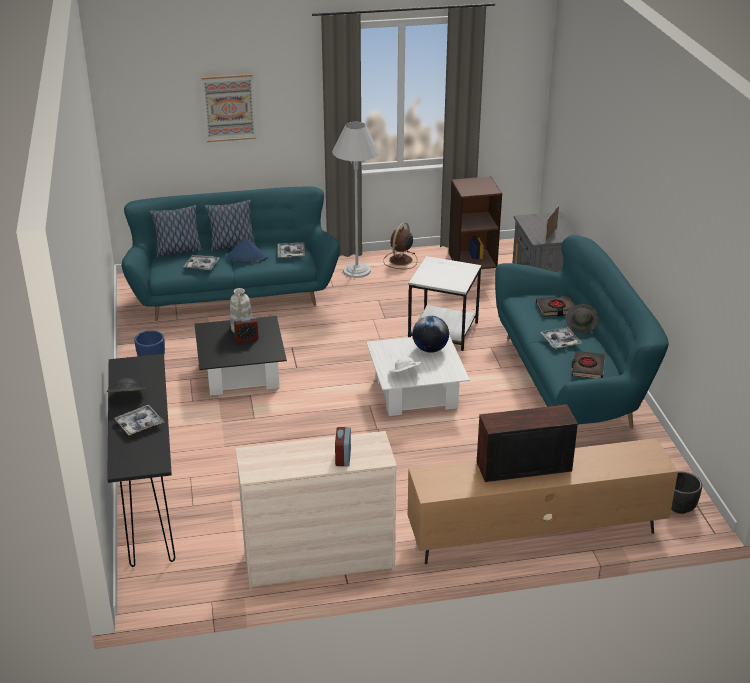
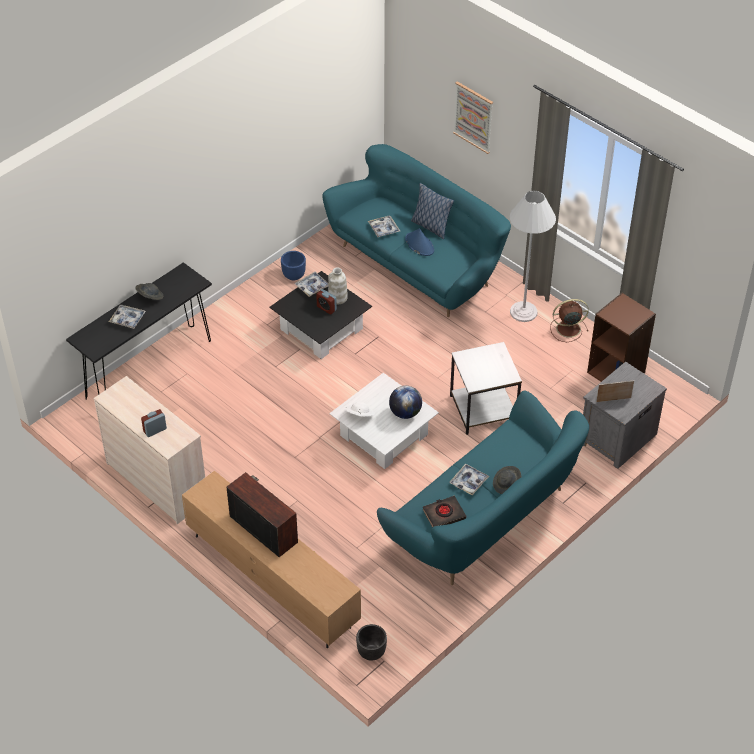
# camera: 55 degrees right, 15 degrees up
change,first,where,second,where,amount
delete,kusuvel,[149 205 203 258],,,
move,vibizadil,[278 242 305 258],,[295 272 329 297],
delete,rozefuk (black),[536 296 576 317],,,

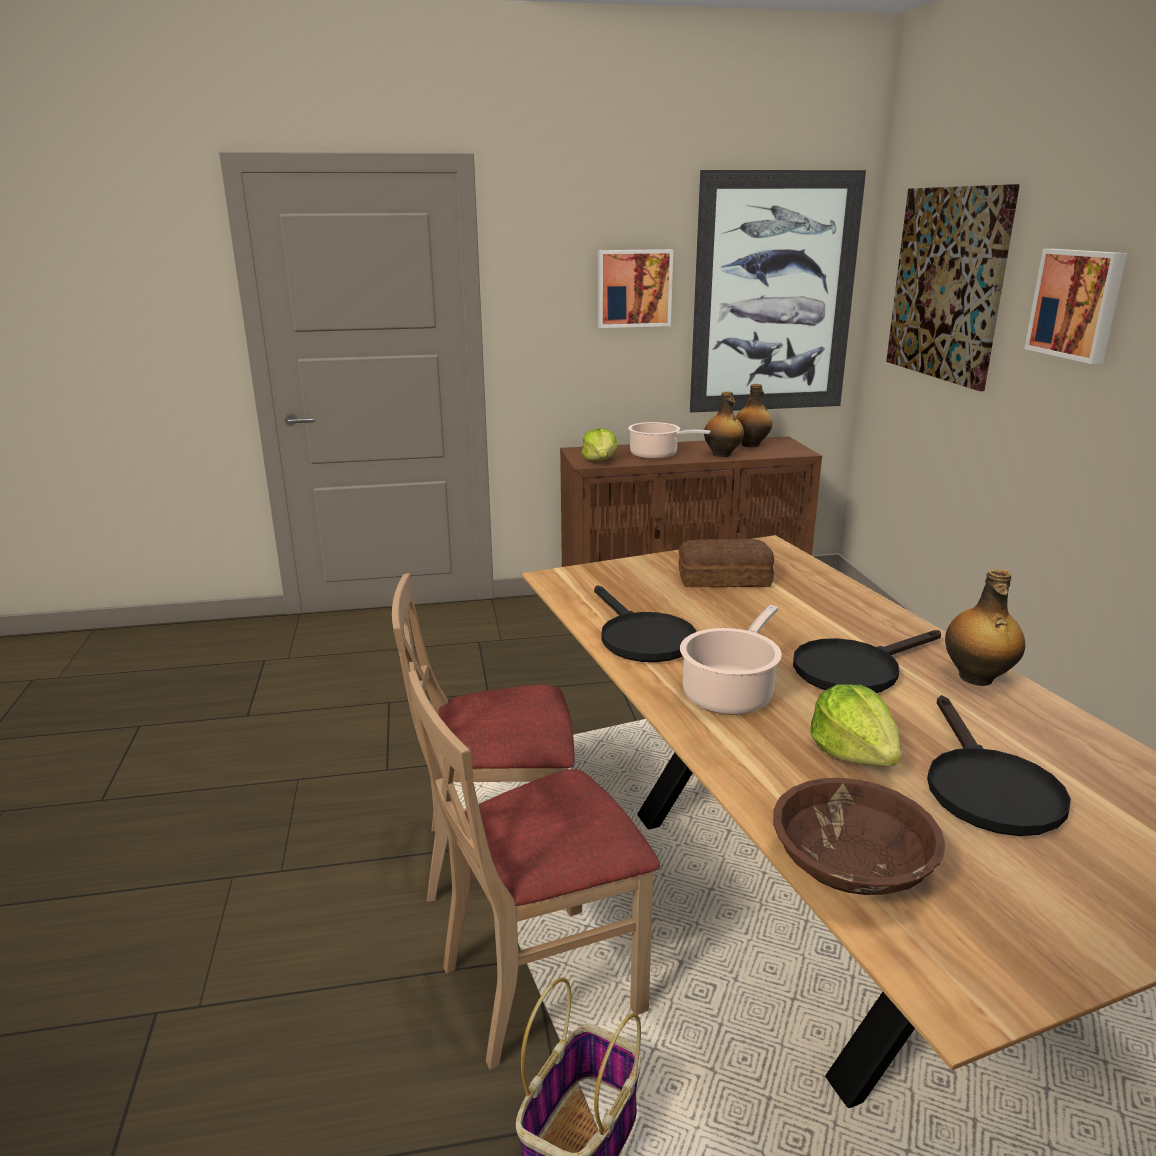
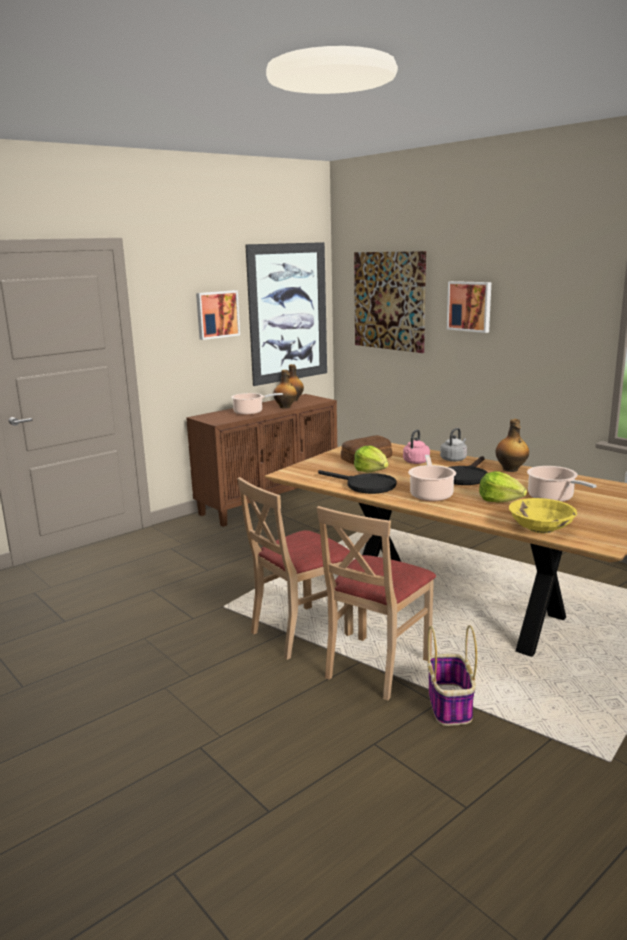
# camera: 30 degrees left, 5 degrees down
change,first,where,second,where,amount
move,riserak,[582 428 618 461],,[354 446 389 472],
replace,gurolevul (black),[927 695 1071 836],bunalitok,[527 466 597 502],
recolor,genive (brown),[773 778 945 895],genive (yellow),[509 498 577 533],
insert,,,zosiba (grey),[440 428 467 462],
insert,,,zosiba (pink),[403 429 430 464],

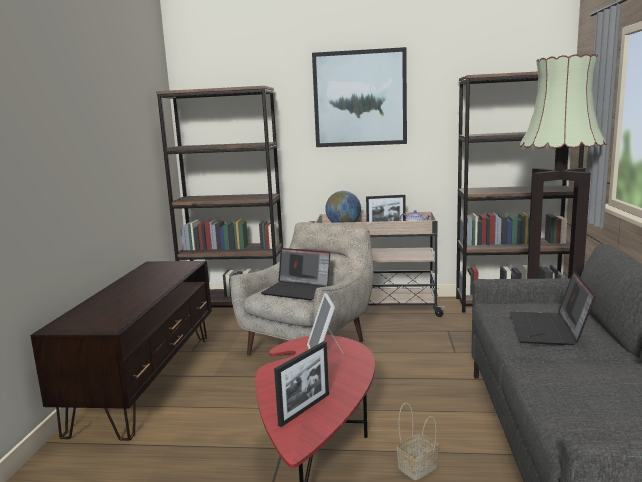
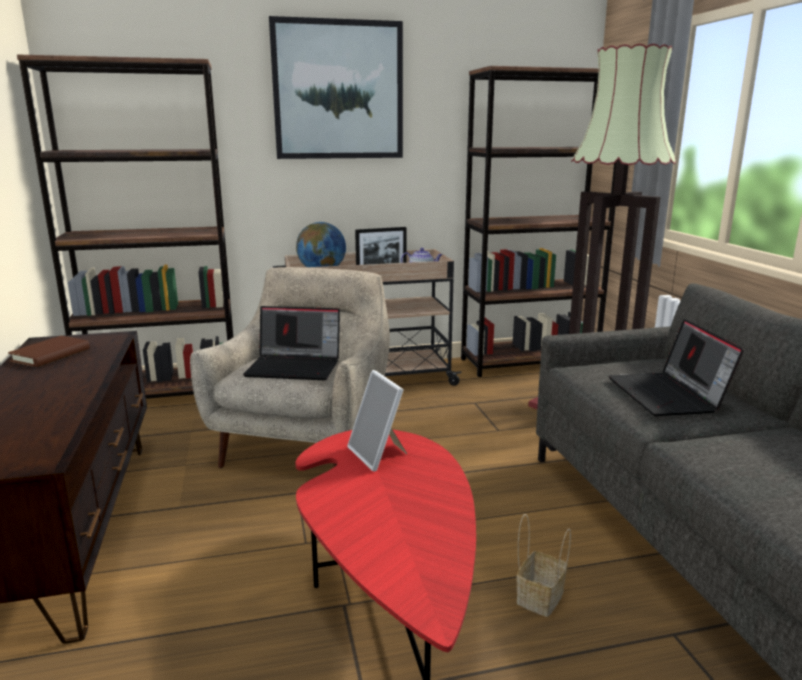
# camera: 20 degrees left, 5 degrees up
change,first,where,second,where,amount
delete,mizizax,[274 341 329 427],,,
insert,,,rozefuk (brown),[8 336 89 367],

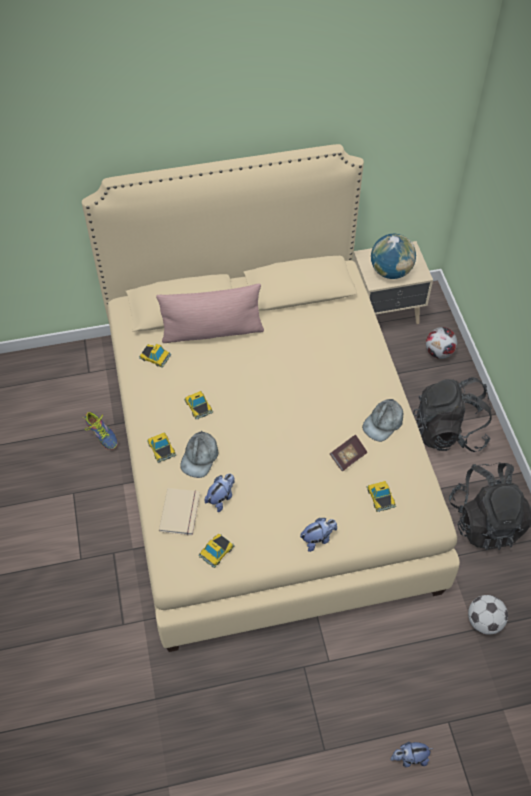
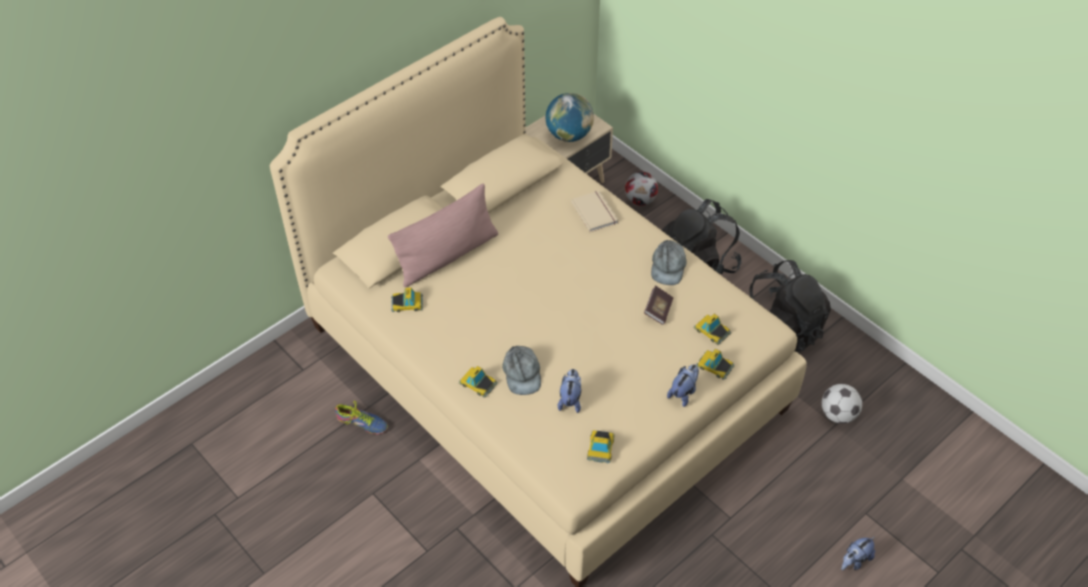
# camera: 30 degrees left, 5 degrees down
change,first,where,second,where,amount
move,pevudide,[184 391 213 419],,[696 349 734 380],
move,rozefuk (beige),[159 488 200 536],,[571 190 618 232],

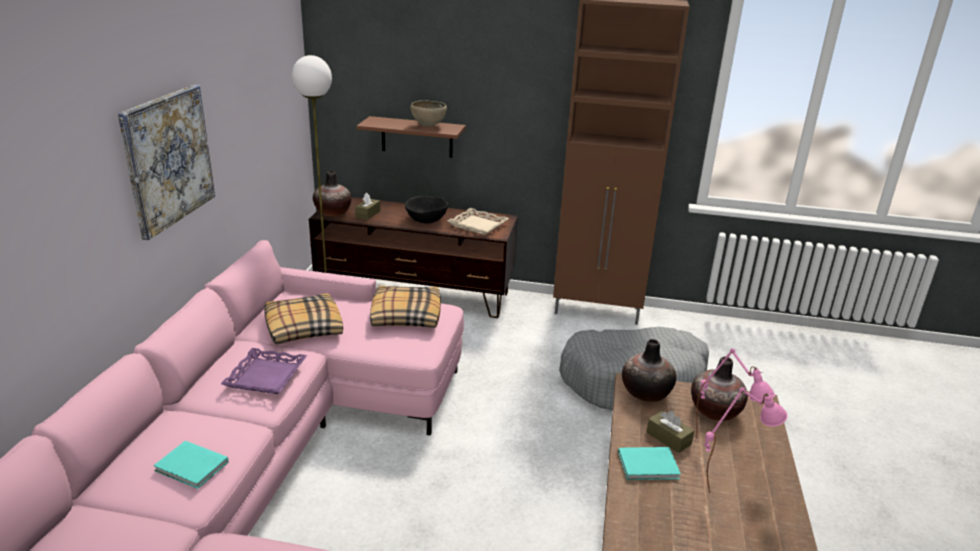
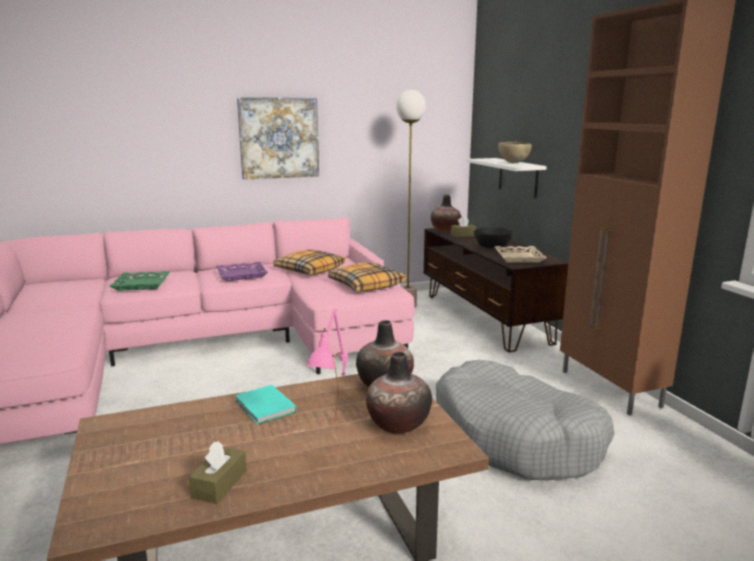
# camera: 60 degrees right, 10 degrees down
change,first,where,second,where,amount
recolor,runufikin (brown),[356 116 466 158],runufikin (white),[467 158 547 198],
delete,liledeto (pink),[704 387 788 491],,,
move,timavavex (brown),[646 411 694 453],,[189 441 247 504],
replace,rozefuk (turquoise),[153 441 229 489],vibizadil (green),[110 271 170 291],

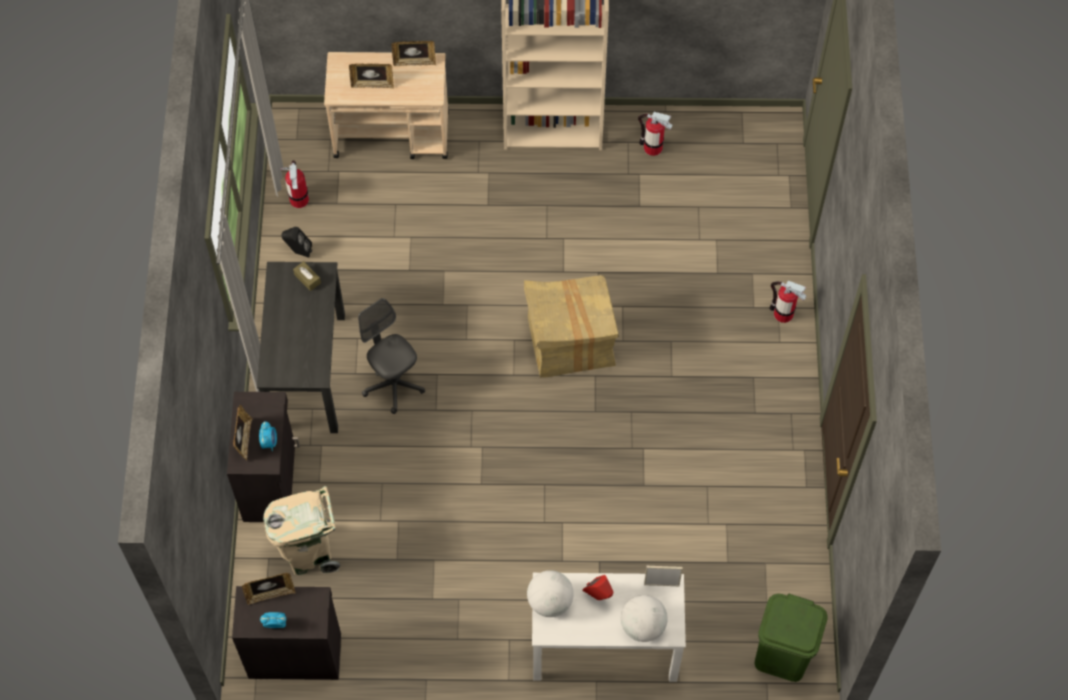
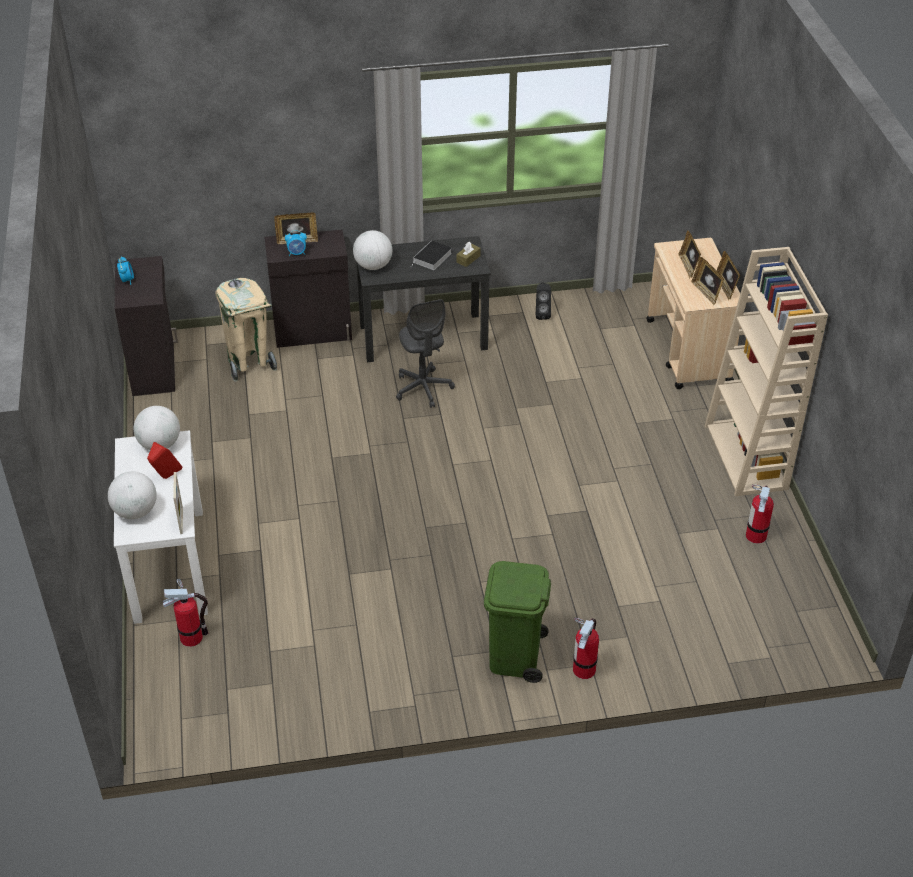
# camera: 80 degrees right, 20 degrees down
change,first,where,second,where,amount
move,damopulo,[280 160 309 208],,[163 579 209 647],
delete,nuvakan,[524 275 619 378],,,
rotate,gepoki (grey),[358 298 425 414],,[396 299 455 408],120 degrees clockwise
move,mizizax,[242 573 296 605],,[692 257 724 305],
move,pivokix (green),[755 594 828 682],,[484 561 551 683],
insert,,,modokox,[353 230 392 270],
insert,,,rozefuk,[411 240 452 270],

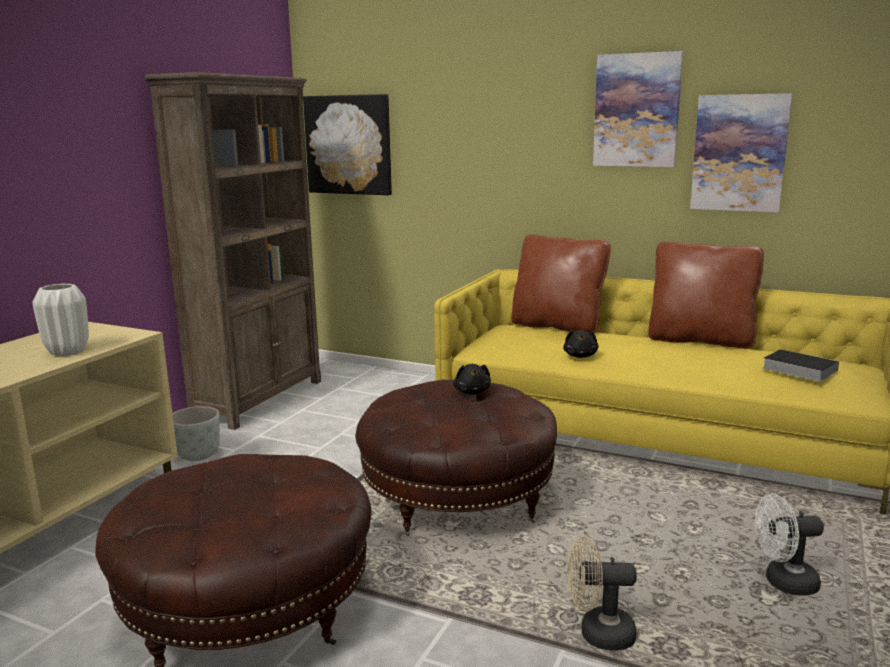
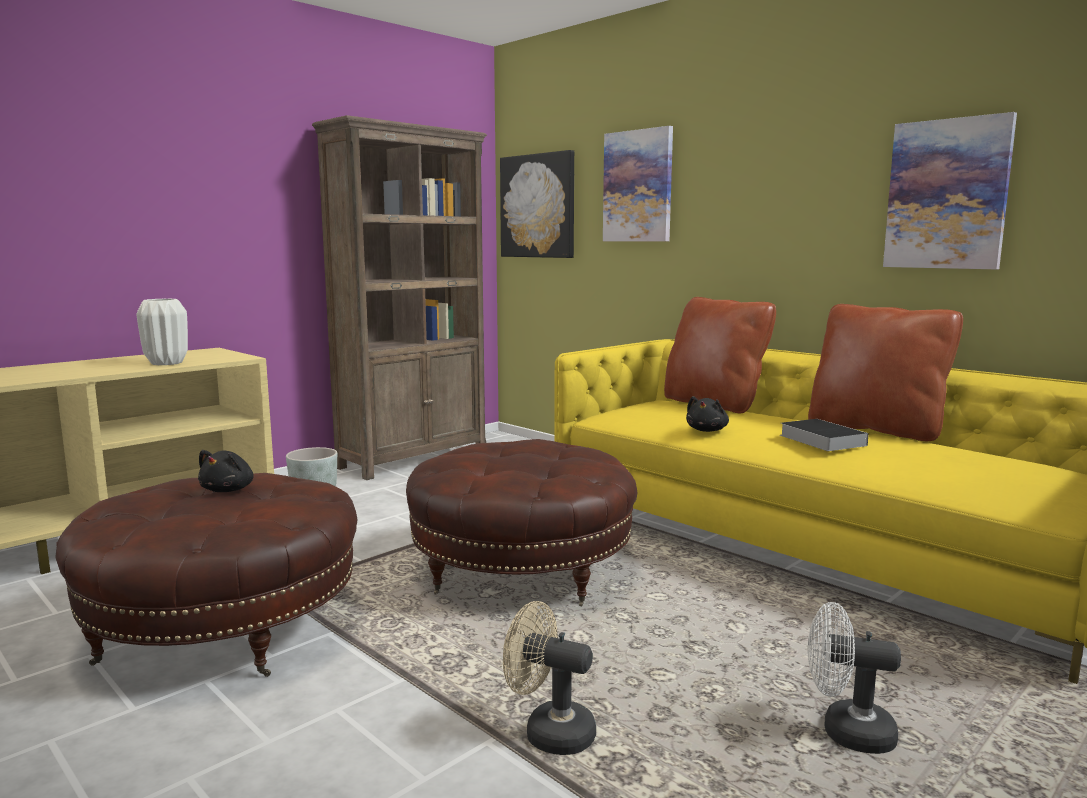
# camera: 20 degrees right, 5 degrees down
change,first,where,second,where,amount
move,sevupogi,[593 51 683 167],,[603 126 673 241],
move,rozefuk,[763 349 839 382],,[780 419 869 451],
move,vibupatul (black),[453 364 491 394],,[198 450 254 492],

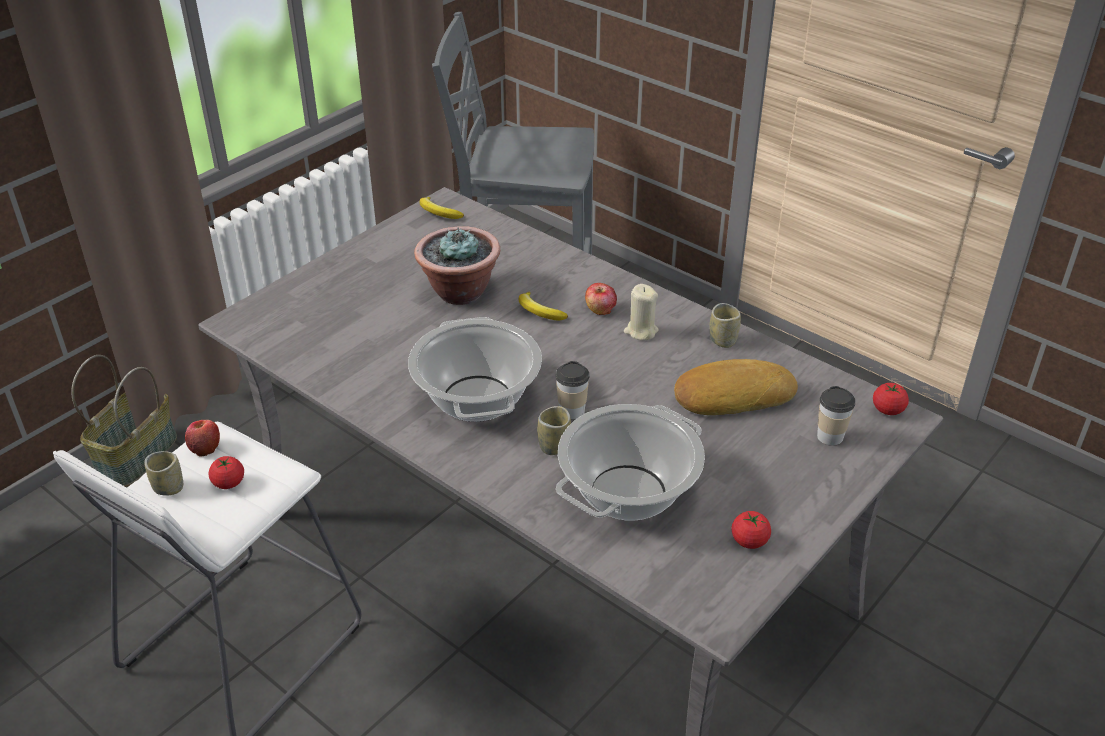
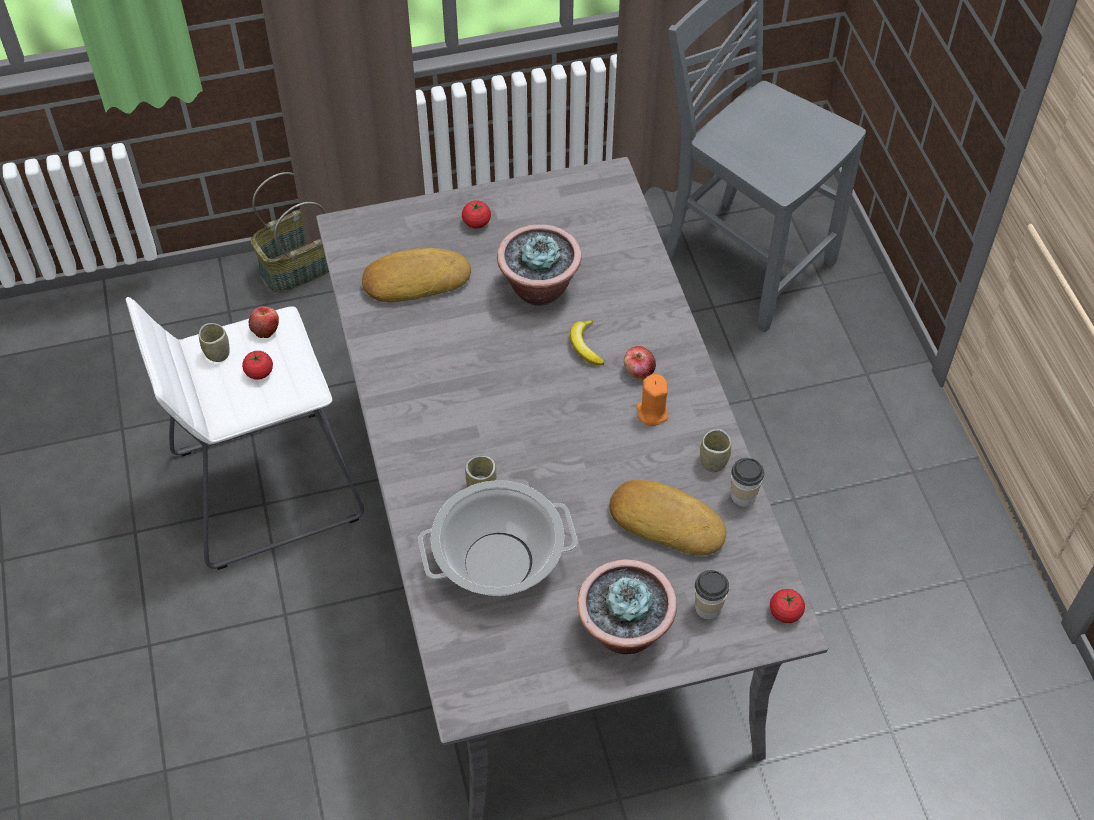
# camera: 35 degrees right, 15 degrees up
change,first,where,second,where,amount
delete,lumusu,[420 197 464 219],,,
recolor,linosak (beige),[624 284 658 340],linosak (orange),[636 374 668 426],
delete,bunalitok,[408 317 542 422],,,
move,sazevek,[556 361 589 419],,[731 458 764 507],
move,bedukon,[731 511 771 549],,[462 200 491 229],
insert,,,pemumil,[362 248 471 303],
insert,,,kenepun,[577 559 677 654],

